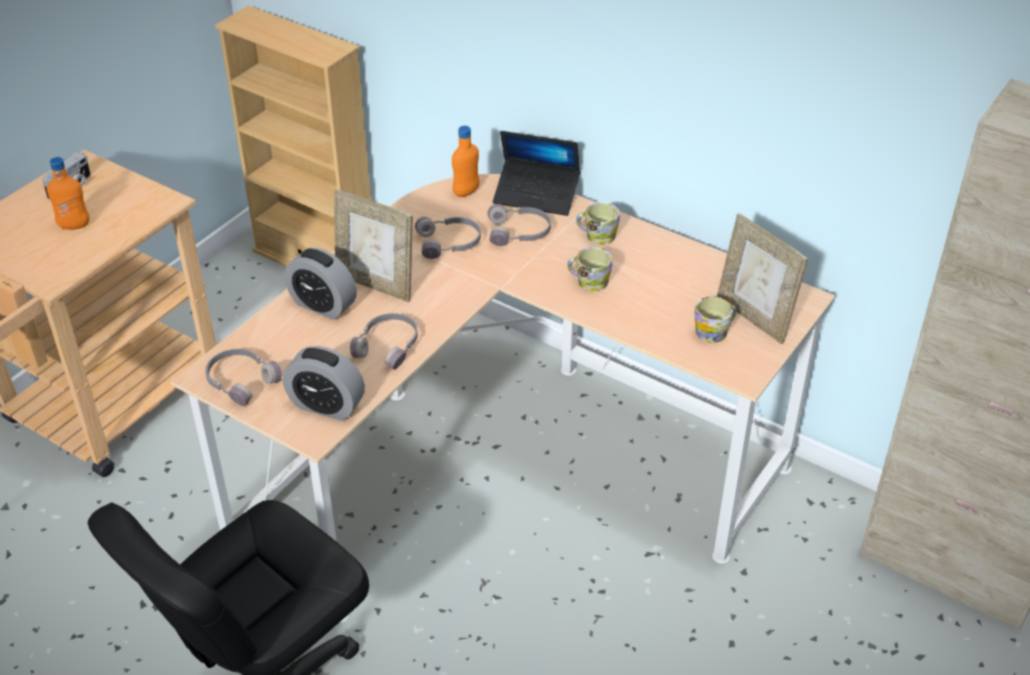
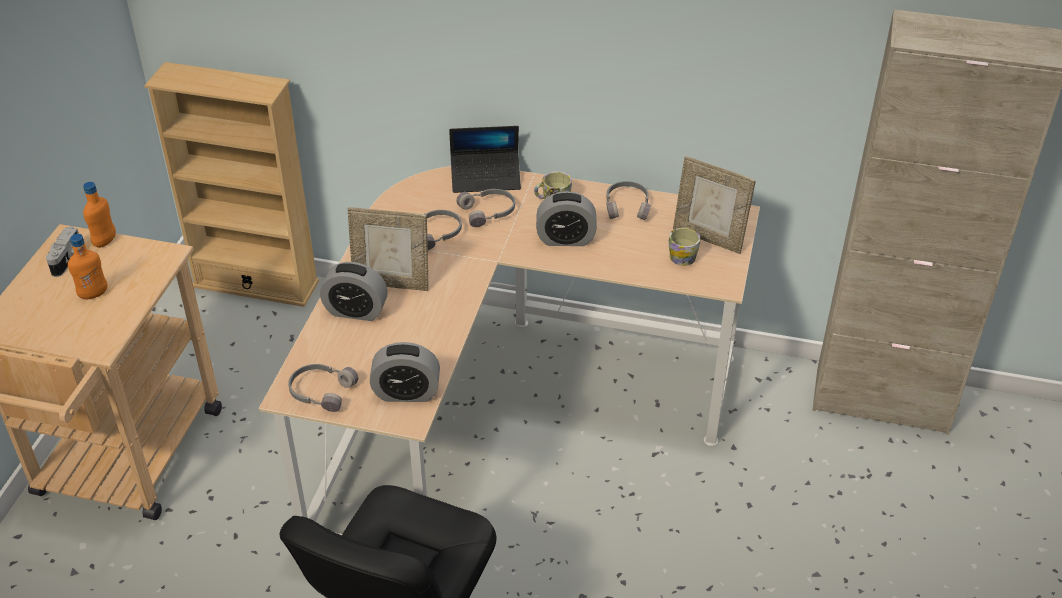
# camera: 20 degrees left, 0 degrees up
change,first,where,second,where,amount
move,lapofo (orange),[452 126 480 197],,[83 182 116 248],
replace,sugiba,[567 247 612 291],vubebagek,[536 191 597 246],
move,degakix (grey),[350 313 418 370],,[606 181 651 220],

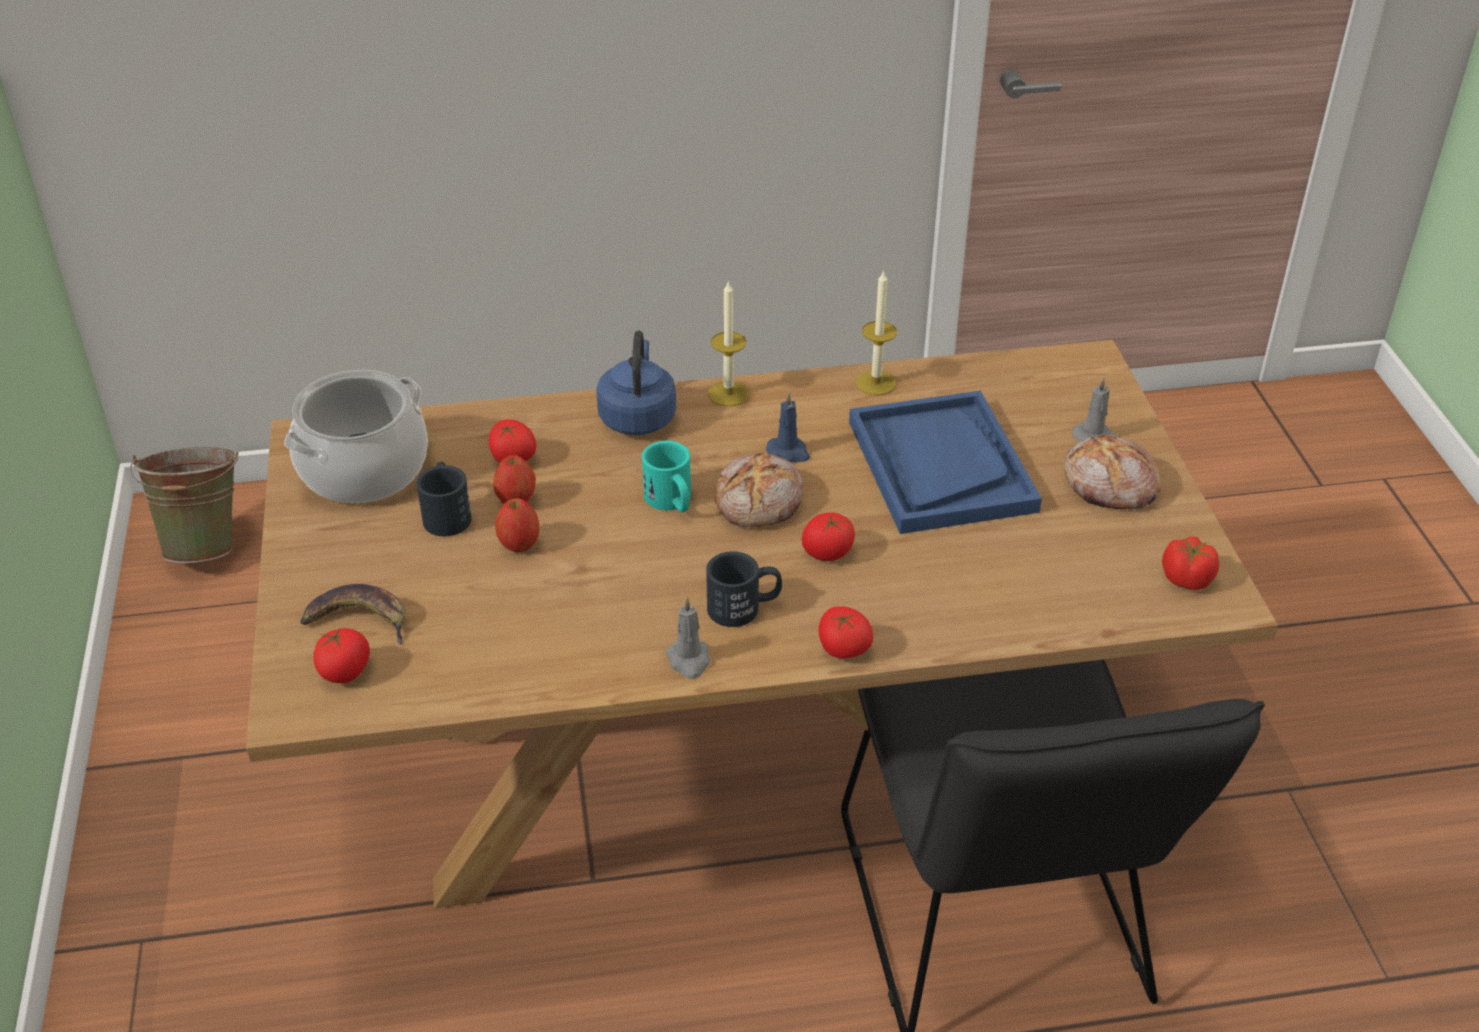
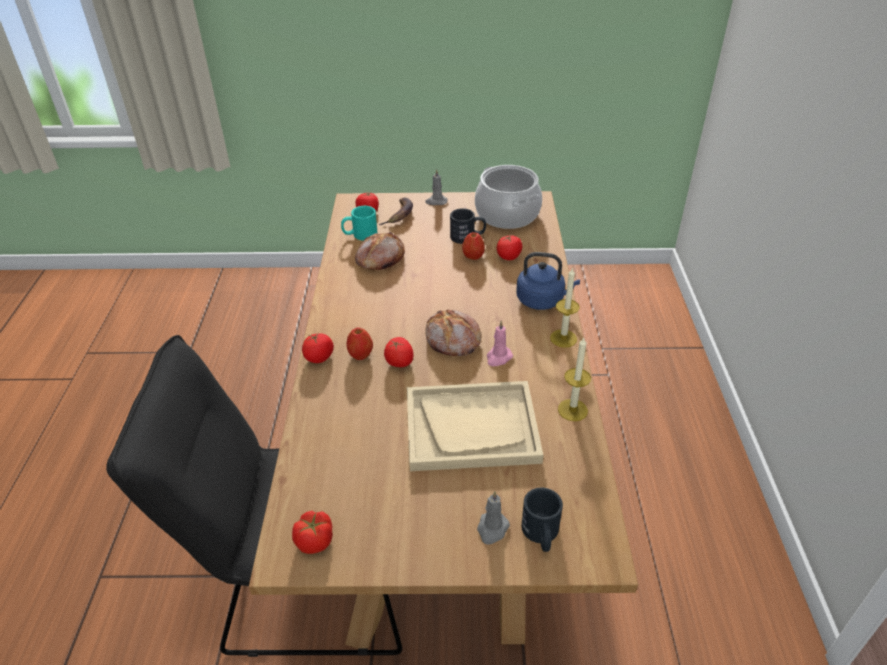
# camera: 100 degrees right, 0 degrees up
change,first,where,second,where,amount
recolor,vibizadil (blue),[849 391 1042 534],vibizadil (beige),[407 381 543 471],
recolor,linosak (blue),[766 392 810 462],linosak (pink),[487 321 513 366],
move,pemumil,[1064 435 1161 510],,[355 232 405 270],
move,sugiba (turquoise),[642 441 691 512],,[341 206 377 241],
delete,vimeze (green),[130 447 239 563],,,
move,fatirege,[495 498 539 553],,[346 327 373 360],
move,sugiba (black),[706 551 782 627],,[521 488 563 552],
move,linosak (grey),[666 597 710 679],,[425 169 447 205],

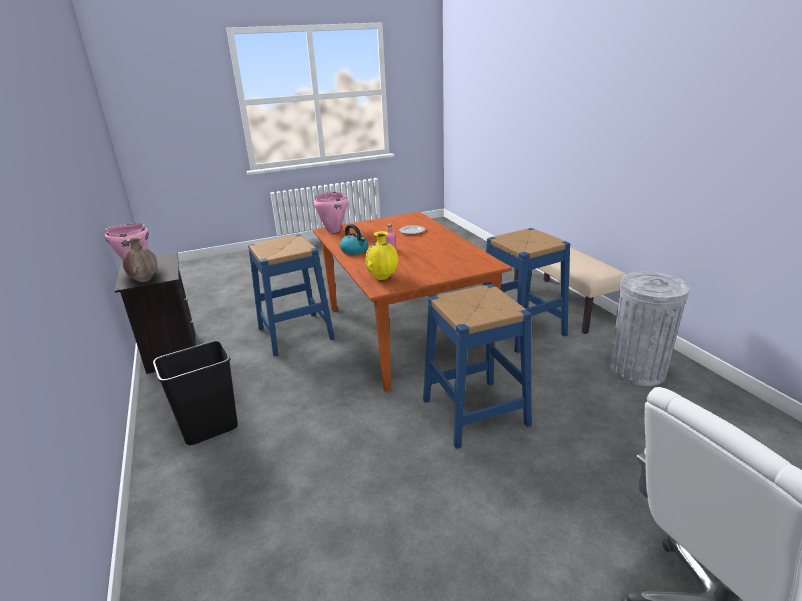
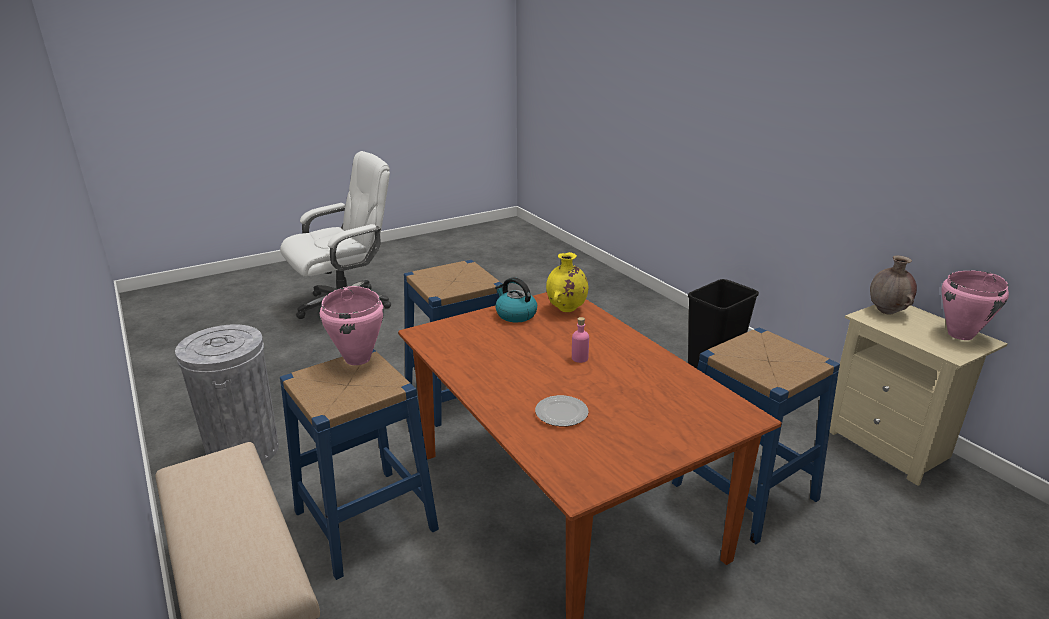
# camera: 170 degrees right, 0 degrees up
change,first,where,second,where,amount
move,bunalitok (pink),[314 192 347 233],,[320 286 384 365],
move,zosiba,[340 224 368 255],,[495 277 537 322],
recolor,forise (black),[115 252 196 374],forise (beige),[829 305 1007 486],

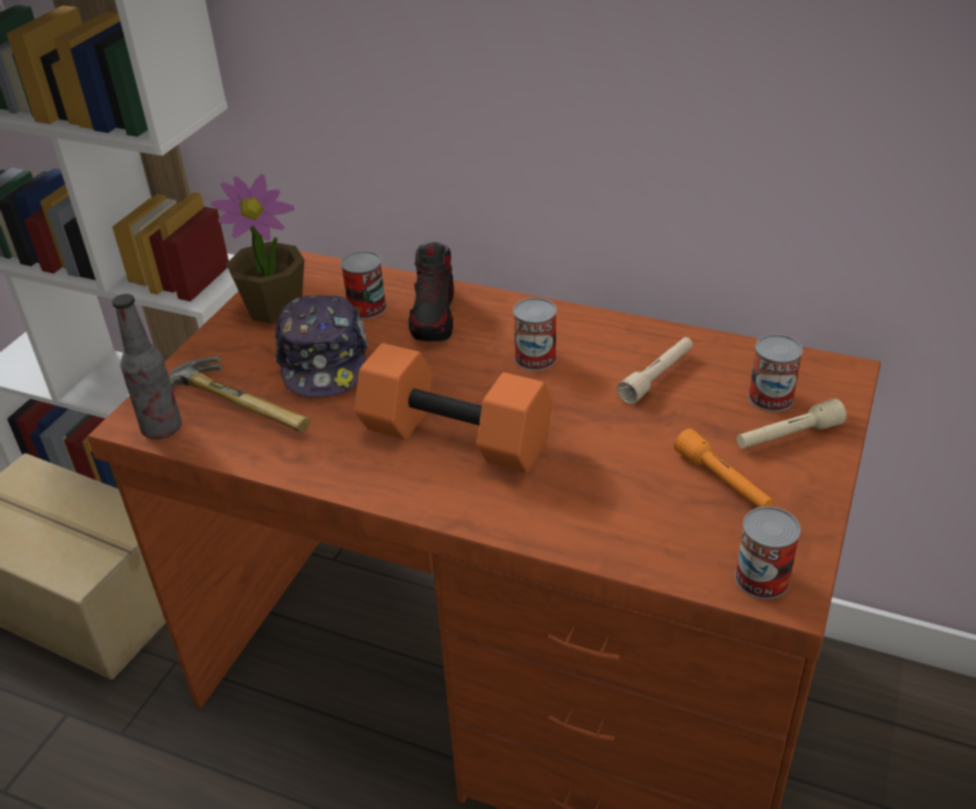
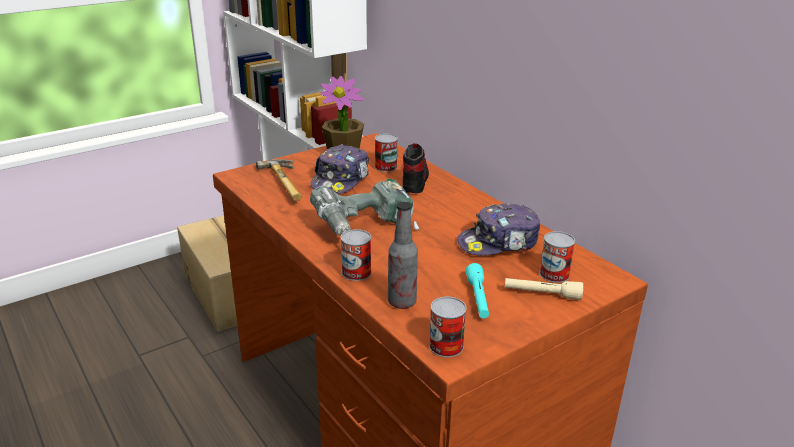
# camera: 30 degrees right, 10 degrees down
change,first,where,second,where,amount
rotate,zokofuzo,[409 242 454 341],,[402 143 429 193],150 degrees clockwise
move,lapofo,[112 294 182 439],,[388 201 418 309],
move,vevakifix,[513 298 557 371],,[341 229 371 281],
replace,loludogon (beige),[617 337 693 404],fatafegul,[457 203 540 255],
replace,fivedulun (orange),[354 343 553 473],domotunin,[310 179 419 235],
recolor,loludogon (orange),[674 429 774 507],loludogon (turquoise),[466 263 489 318],

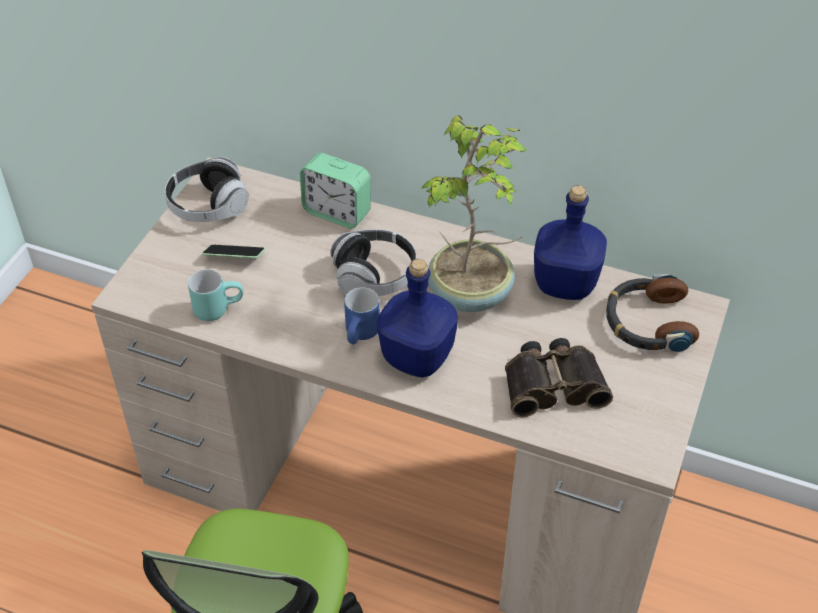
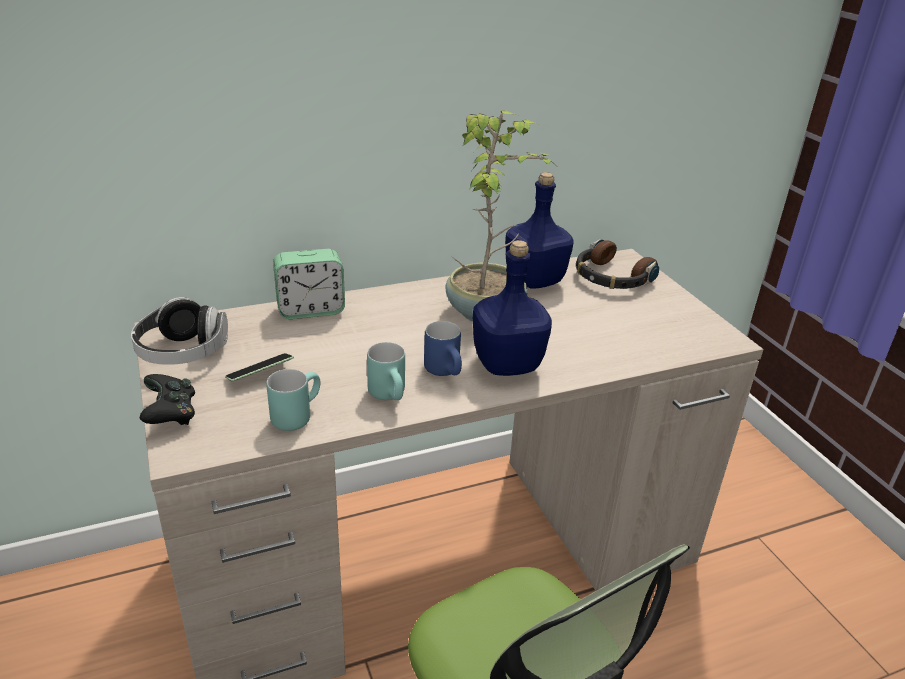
# camera: 45 degrees left, 15 degrees down
change,first,where,second,where,amount
delete,degakix,[330 229 417 296],,,
delete,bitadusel,[505 338 613 417],,,
insert,,,sugiba (turquoise),[367 342 405 400],
insert,,,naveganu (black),[140 374 195 425],

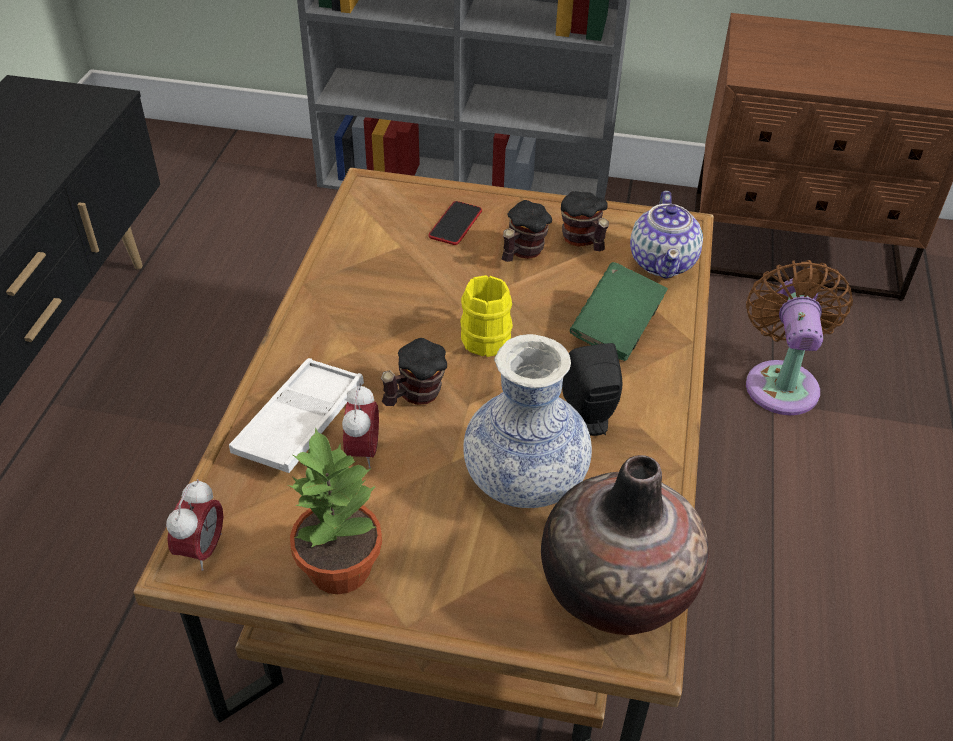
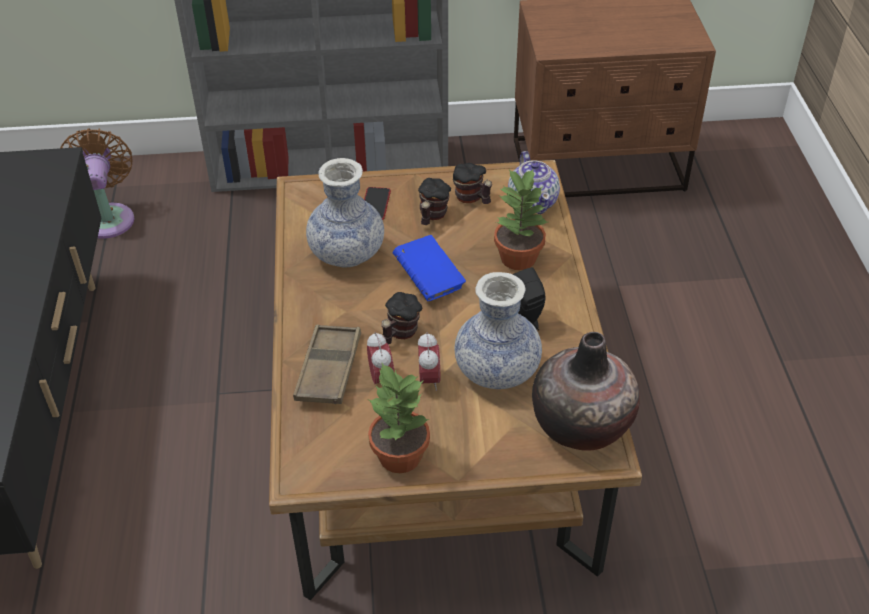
# camera: 15 degrees left, 0 degrees up
change,first,where,second,where,amount
move,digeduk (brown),[746 260 853 415],,[60 128 134 239],
replace,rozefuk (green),[570 262 668 361],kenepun,[494 168 547 270],
replace,sugiba (yellow),[460 275 513 357],rozefuk (blue),[393 235 466 301],
recolor,vibizadil (white),[229 358 364 473],vibizadil (brown),[293 324 361 404],
move,vubebagek,[166 479 223 571],,[418 332 440 391],
insert,,,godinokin,[306 158 384 268],

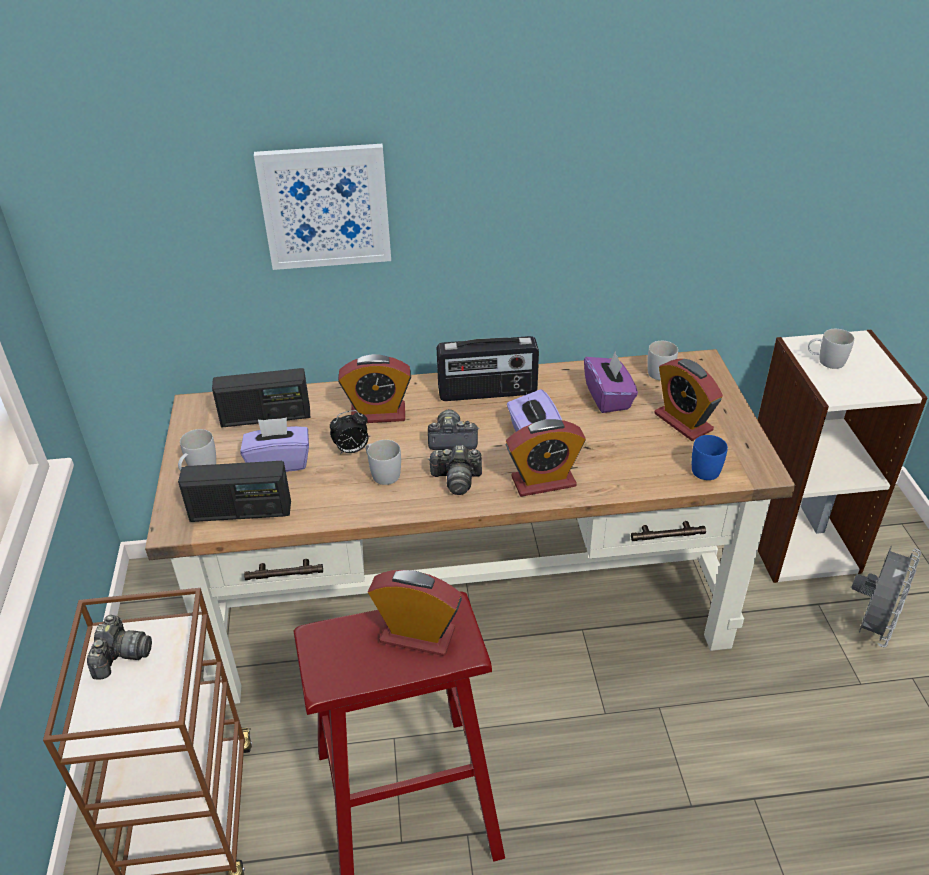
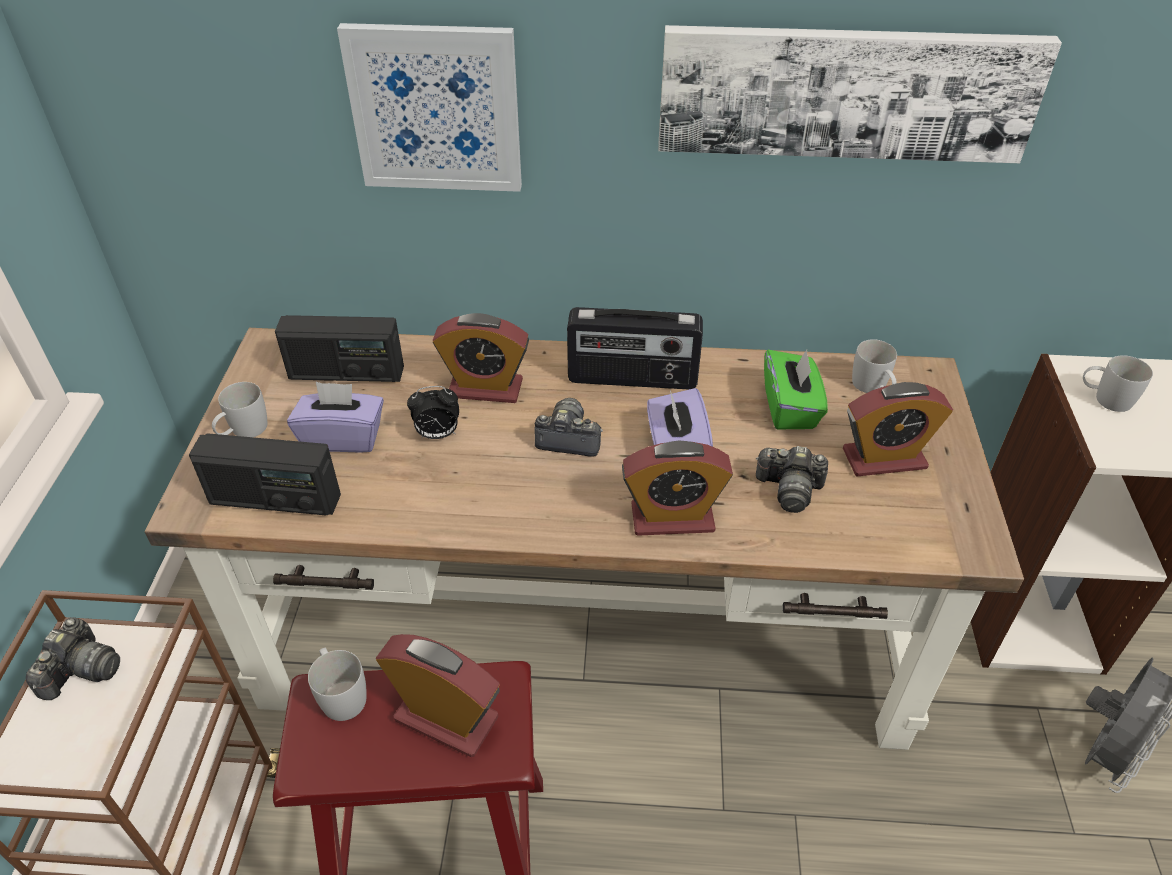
# camera: 10 degrees right, 5 degrees up
change,first,where,second,where,amount
recolor,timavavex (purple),[584 351 638 413],timavavex (green),[764 350 828 429],
rotate,vubebagek,[654 359 723 441],,[843 382 953 476],75 degrees counterclockwise
delete,sugiba (blue),[692 435 728 480],,,
move,sugiba (white),[366 440 401 485],,[308 648 367 721],
move,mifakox,[428 445 482 495],,[756 446 828 513],
insert,,,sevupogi,[658 25 1062 163],

